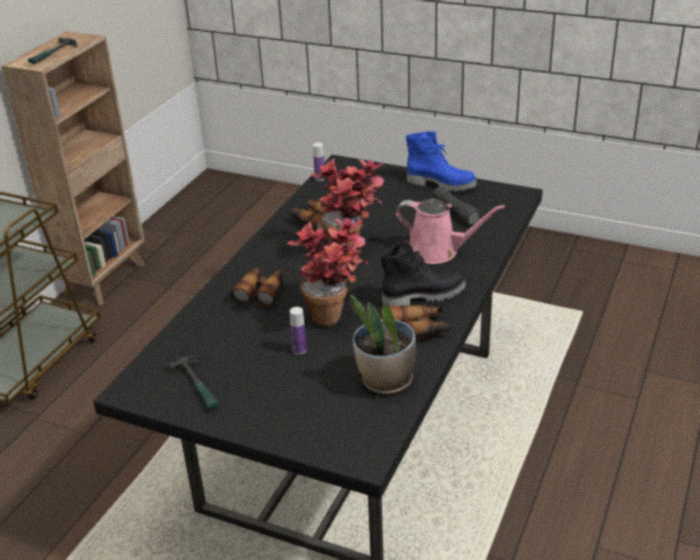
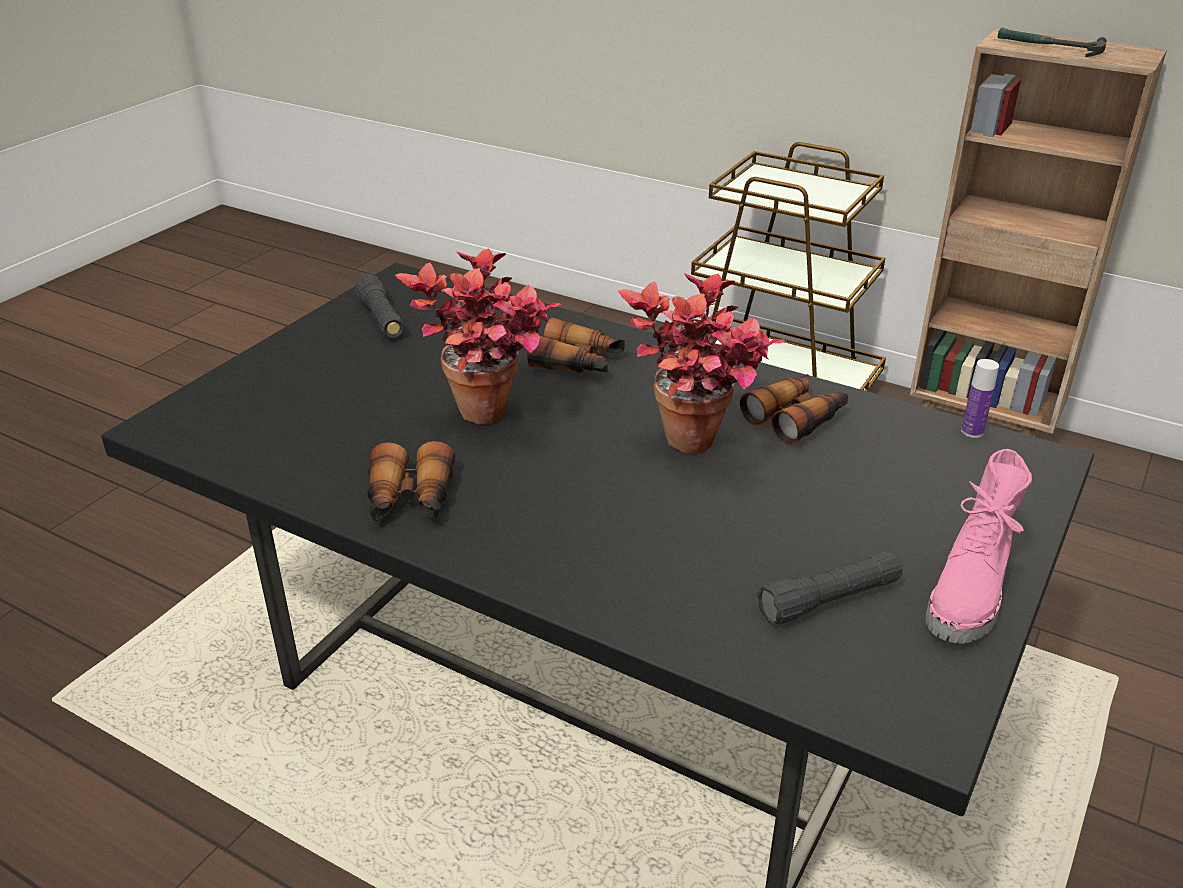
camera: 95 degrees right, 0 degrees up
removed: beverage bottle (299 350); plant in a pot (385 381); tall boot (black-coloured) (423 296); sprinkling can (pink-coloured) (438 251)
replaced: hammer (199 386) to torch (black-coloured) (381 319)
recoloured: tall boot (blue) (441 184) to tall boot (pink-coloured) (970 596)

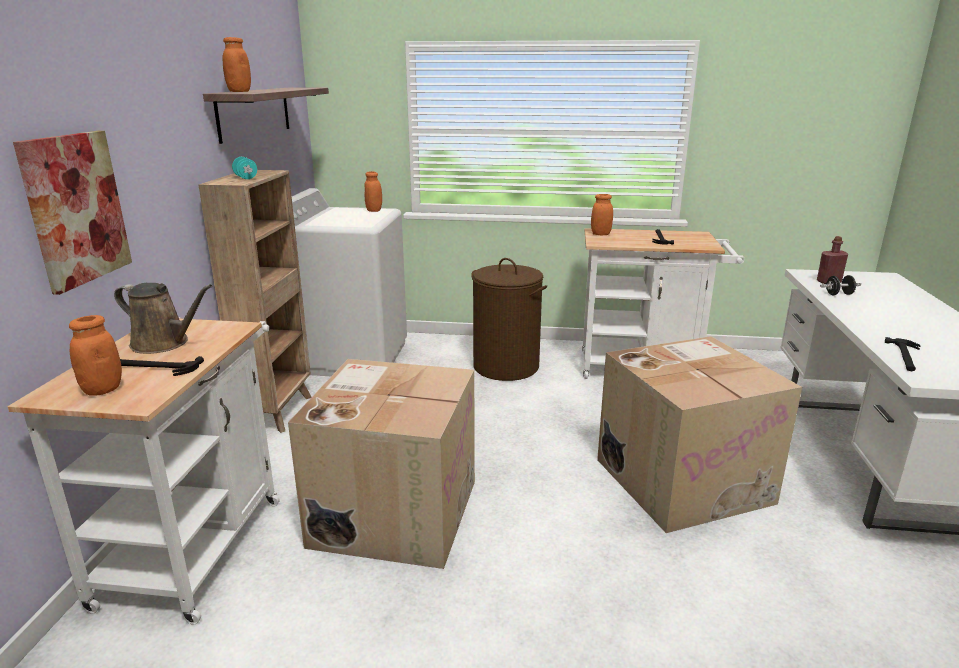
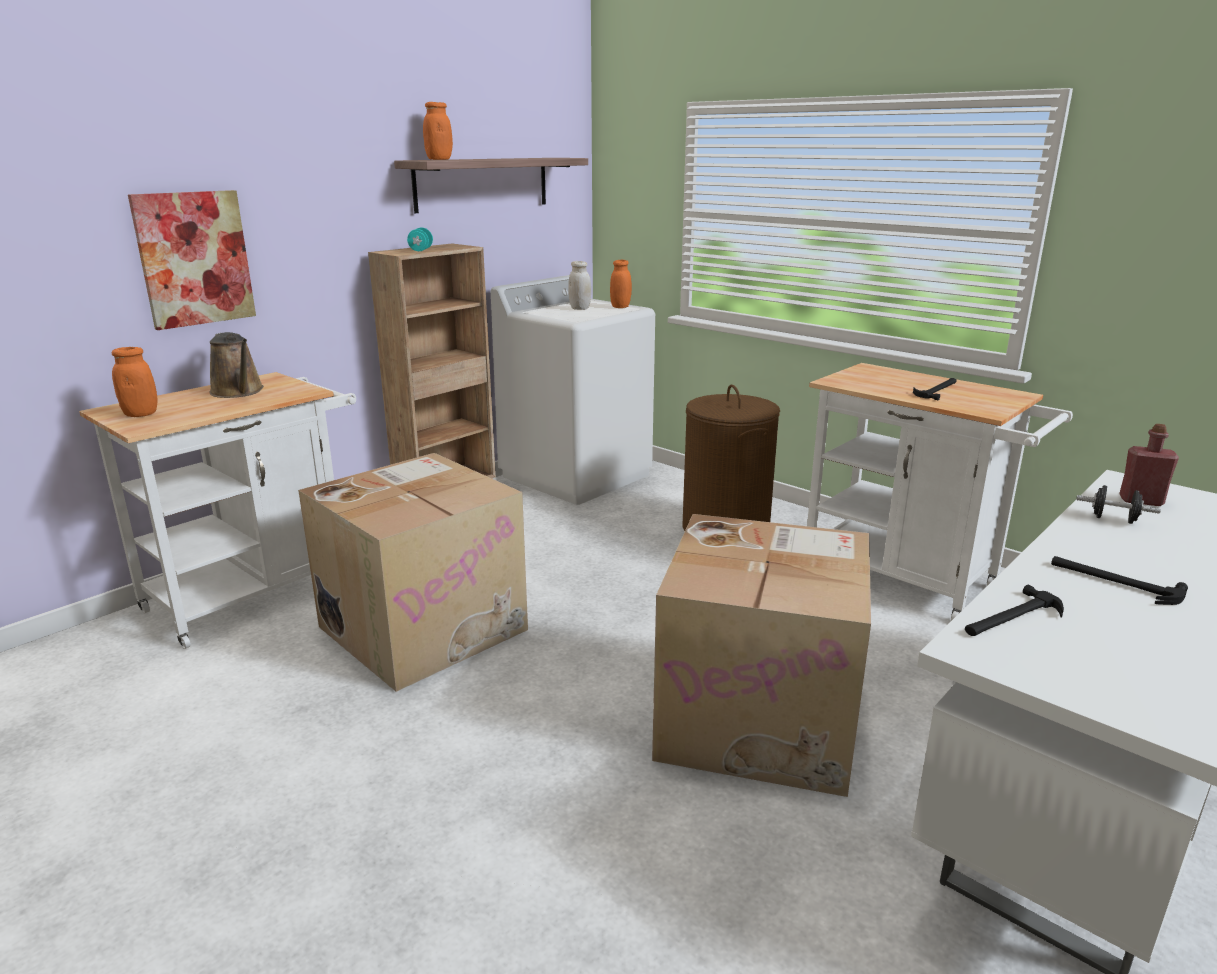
camera: 35 degrees right, 0 degrees up
removed: jar (orangey) (600 234)
added: jar (white-coloured) (580 308)
moved: hammer (155 367) to (1114 582)

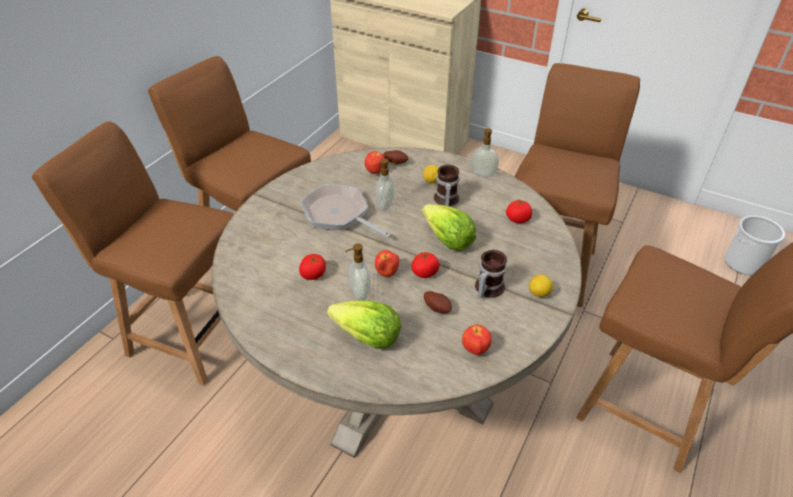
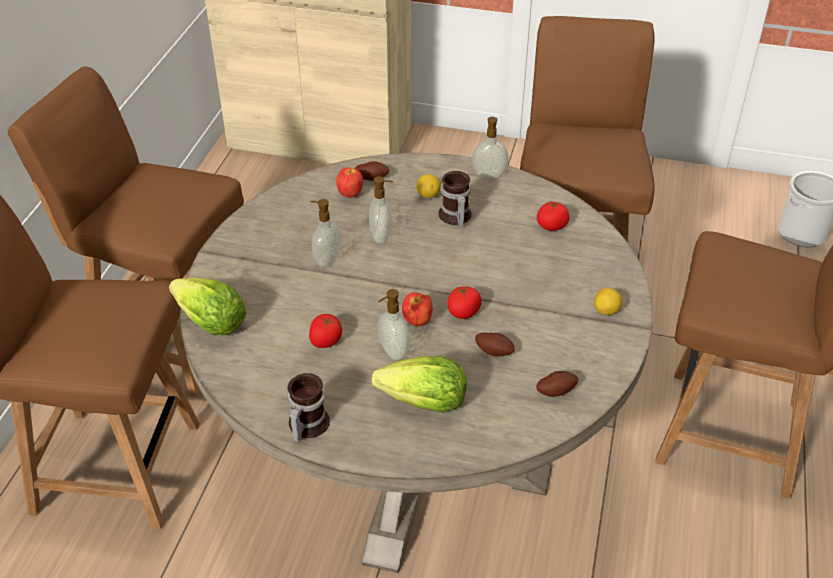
camera: 15 degrees left, 0 degrees up
moved: lettuce (448 240) to (211 323); tea mug (486 288) to (305 425)
replaced: skillet (339 215) to liquid soap bottle (326 259); whole apple (475 350) to spud (555 391)

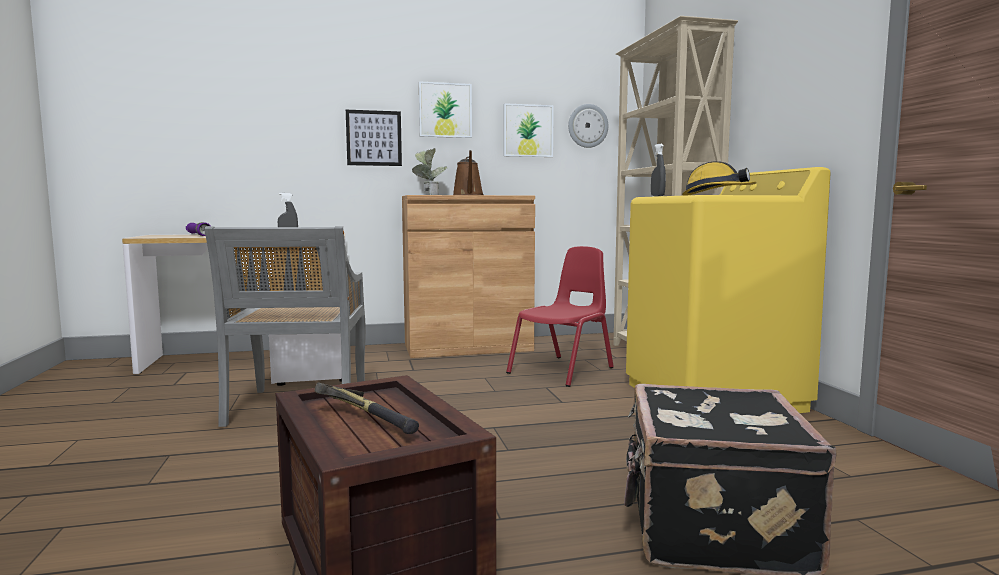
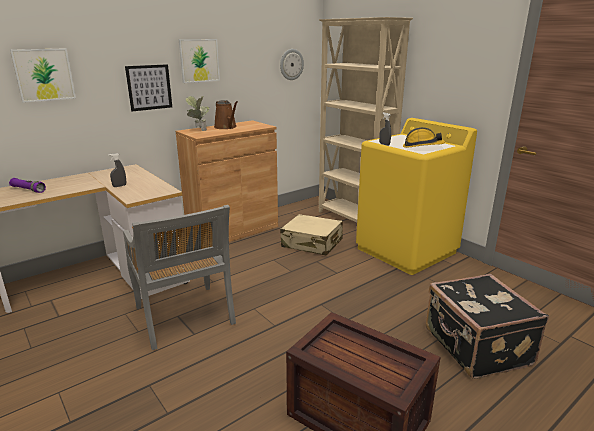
camera: 25 degrees left, 15 degrees up
removed: hammer (371 420)
moved: wall art (528 131) to (44 75)
replaced: chair (red) (562 370) to suitcase (sand-coloured) (312 243)

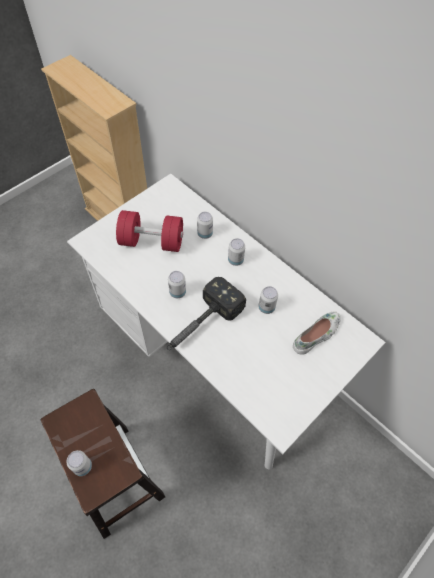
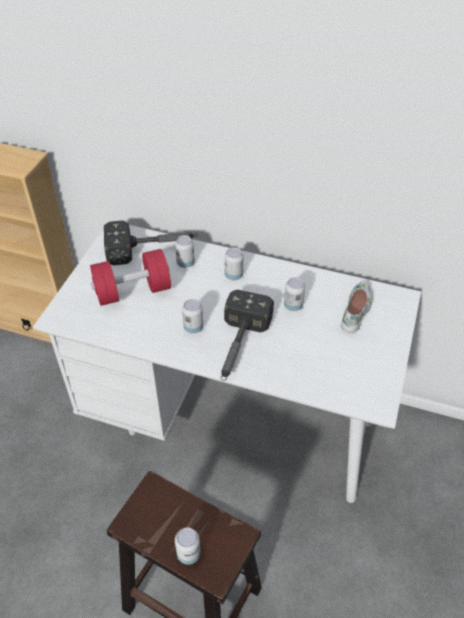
camera: 25 degrees left, 10 degrees down
added: hammer (153 248)

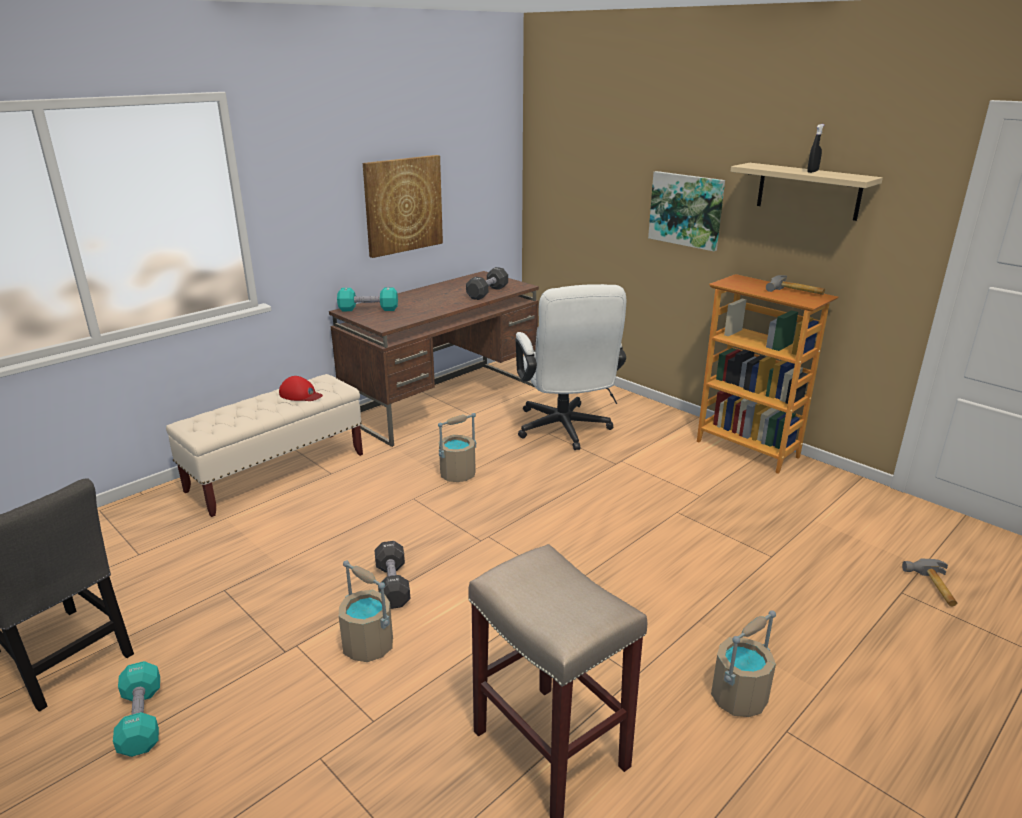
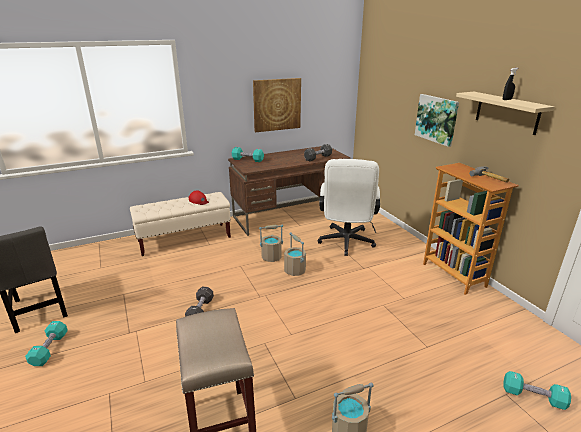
camera: 20 degrees right, 0 degrees up
moved: pail (sand-coloured) (369 645) to (295 270)
replaced: hammer (933 587) to dumbbell (turquoise-coloured) (533 397)

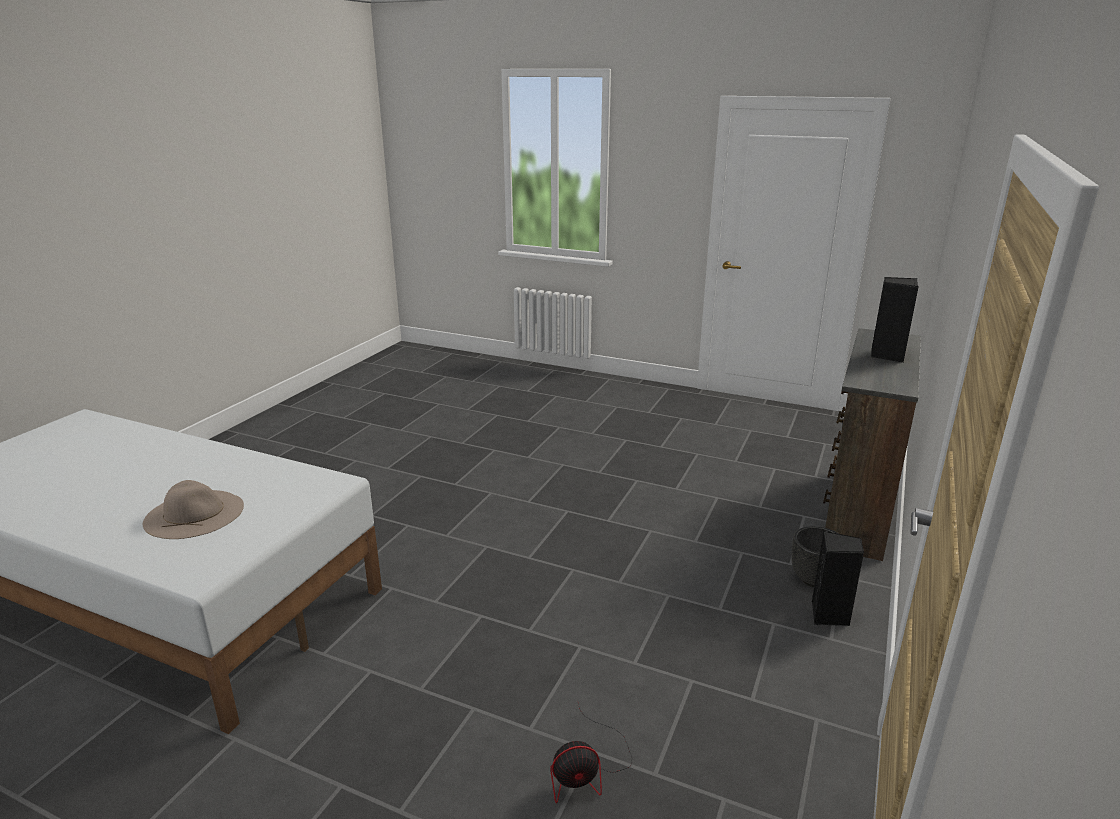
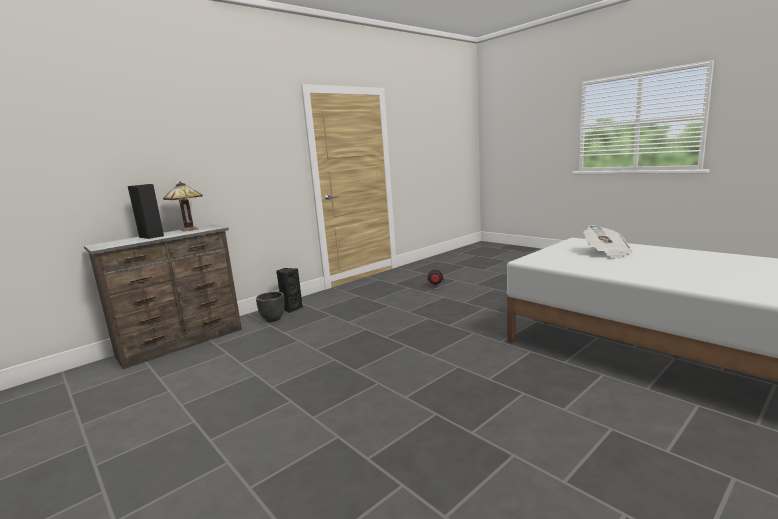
camera: 155 degrees left, 10 degrees down
added: table lamp (188 230)
replaced: hat (sand-coloured) (194 514) to printed paper (606 253)

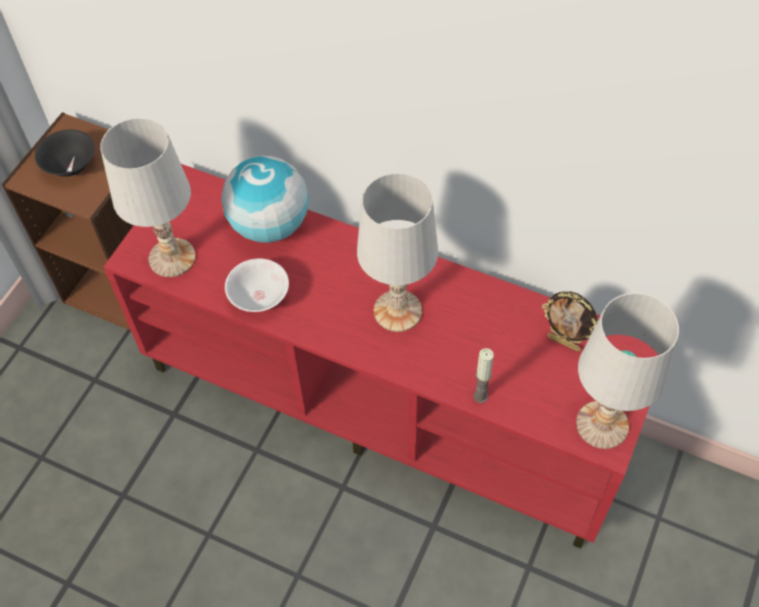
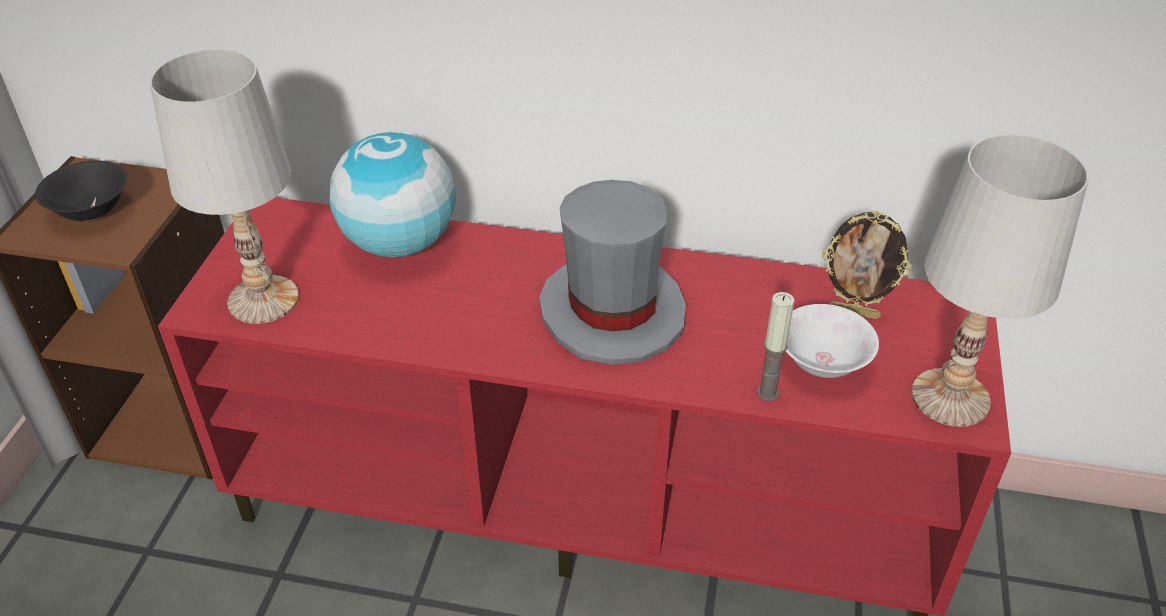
camera: 15 degrees left, 15 degrees down
moved: serving bowl (white-coloured) (259 297) to (823 363)
replaced: table lamp (white-coloured) (398 310) to hat (grey) (613 311)

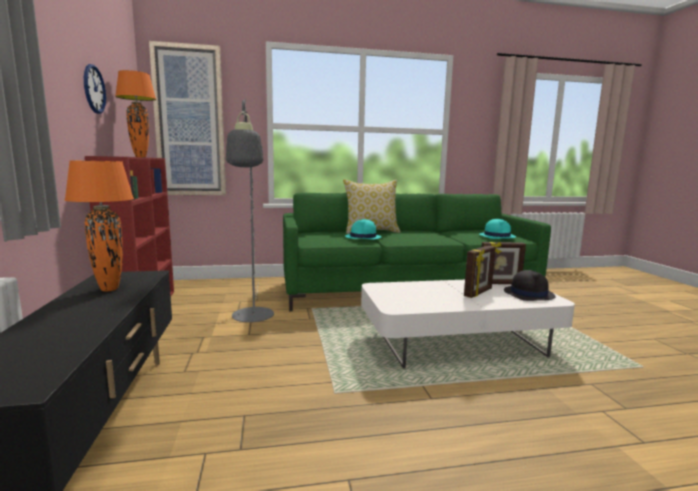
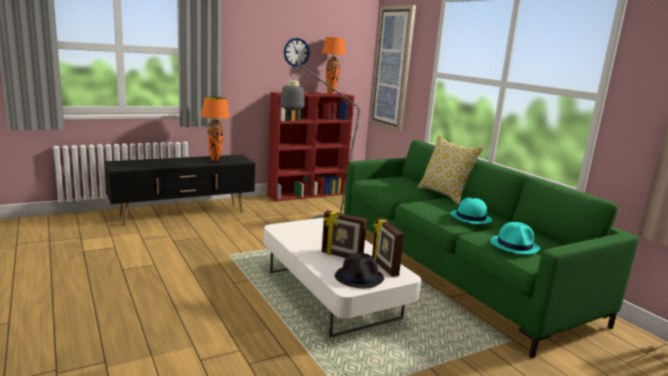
camera: 70 degrees right, 5 degrees up
moved: hat (turquoise-coloured) (363 237) to (470 217)

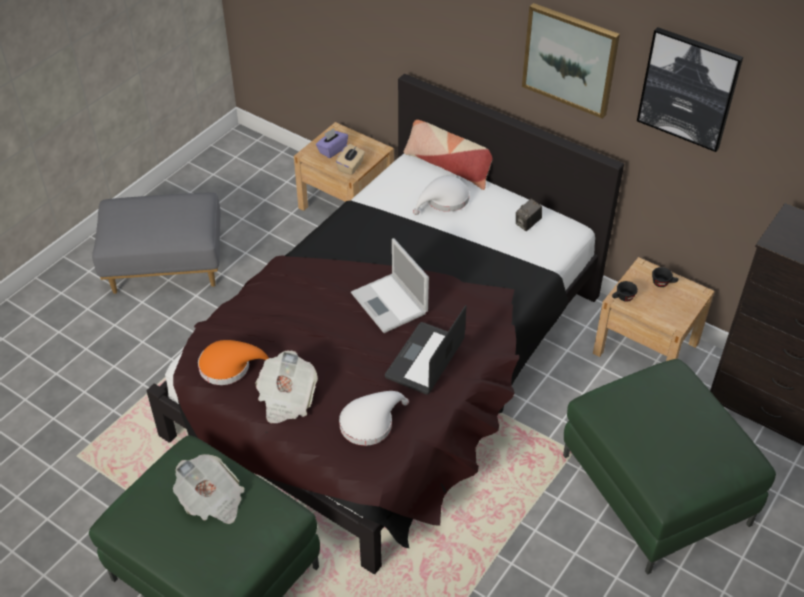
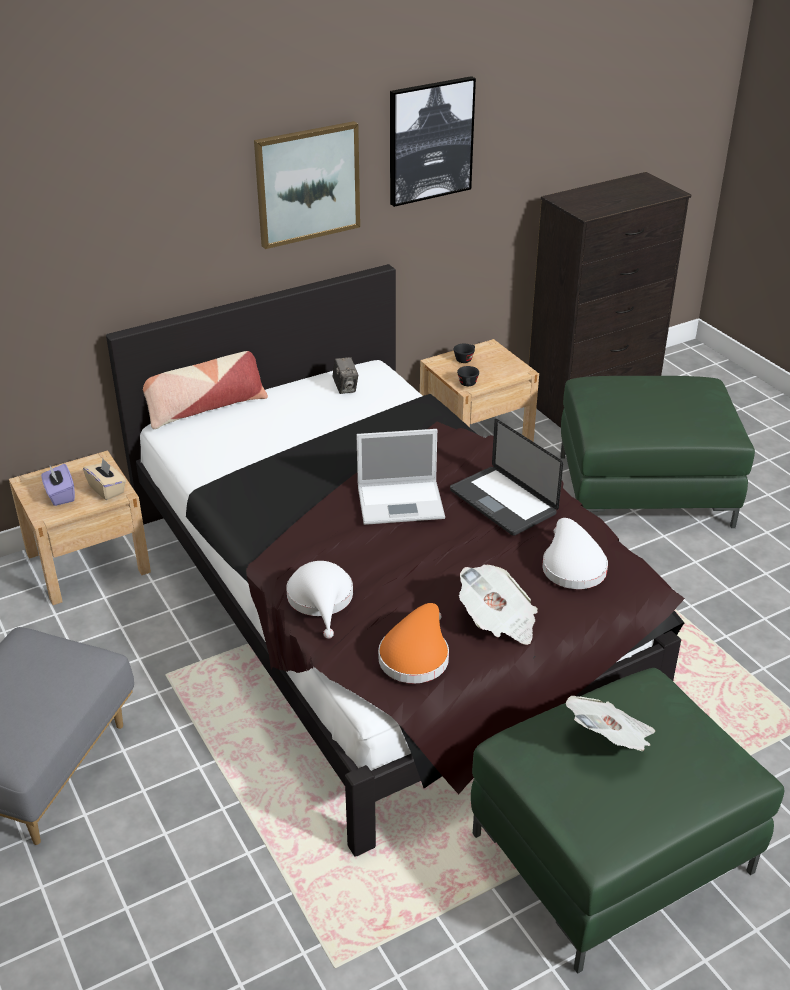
camera: 65 degrees left, 10 degrees down
moved: hat (white-coloured) (444 200) to (321 600)

